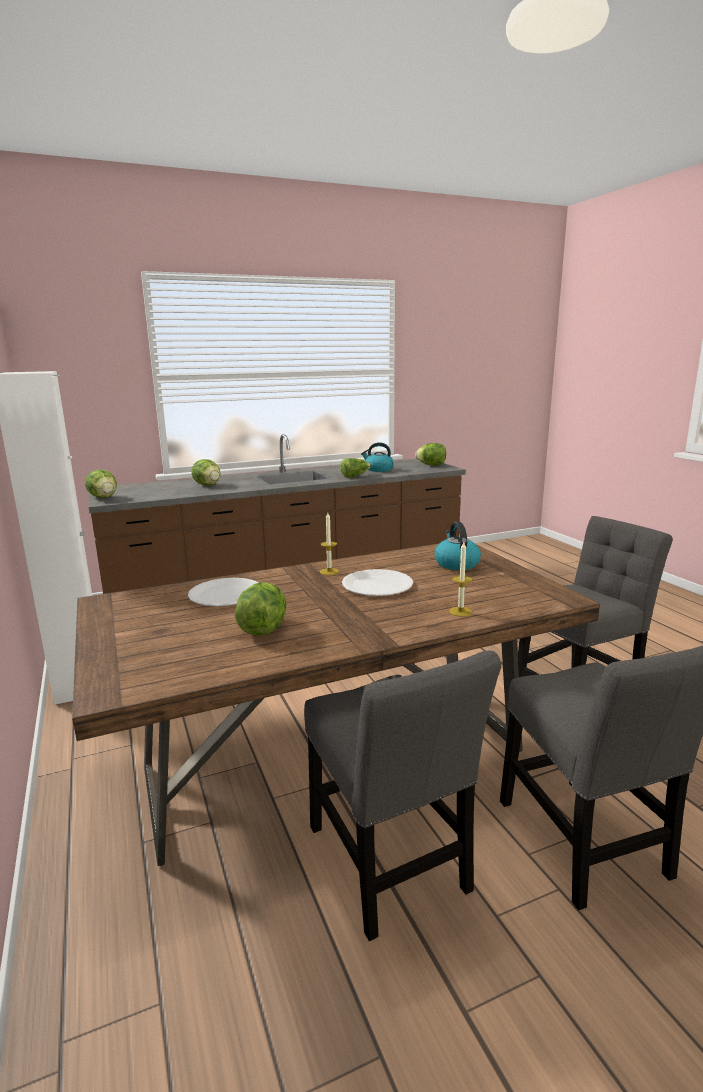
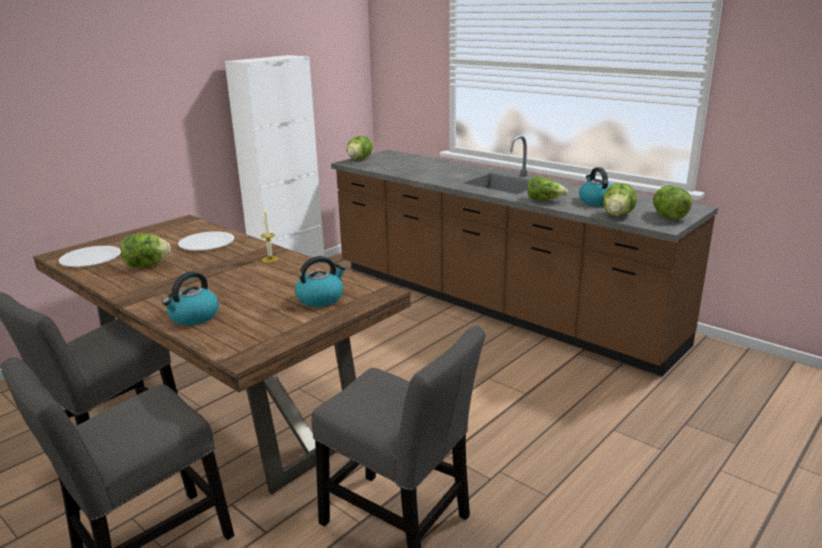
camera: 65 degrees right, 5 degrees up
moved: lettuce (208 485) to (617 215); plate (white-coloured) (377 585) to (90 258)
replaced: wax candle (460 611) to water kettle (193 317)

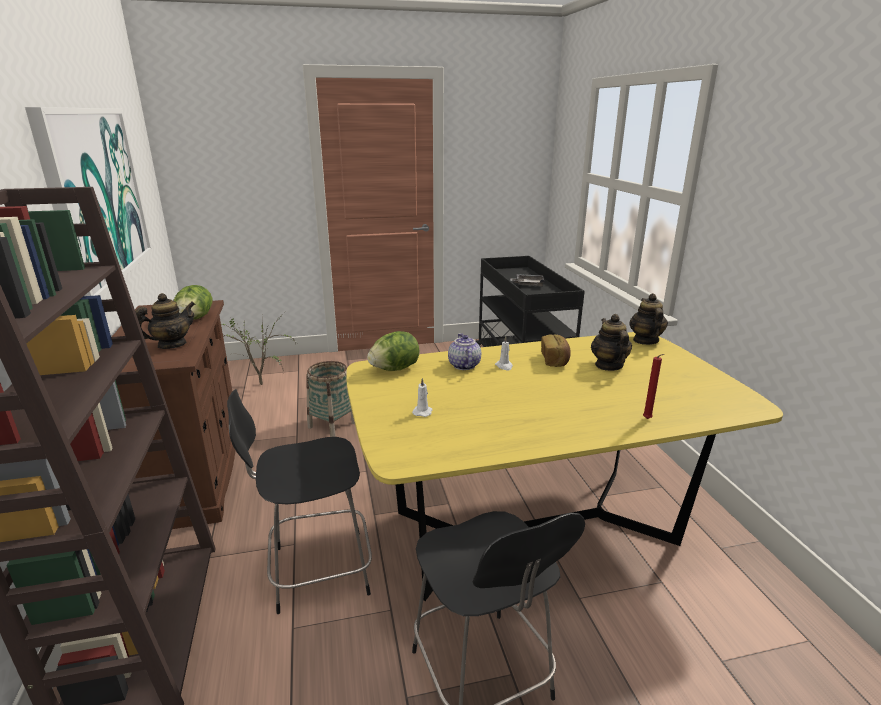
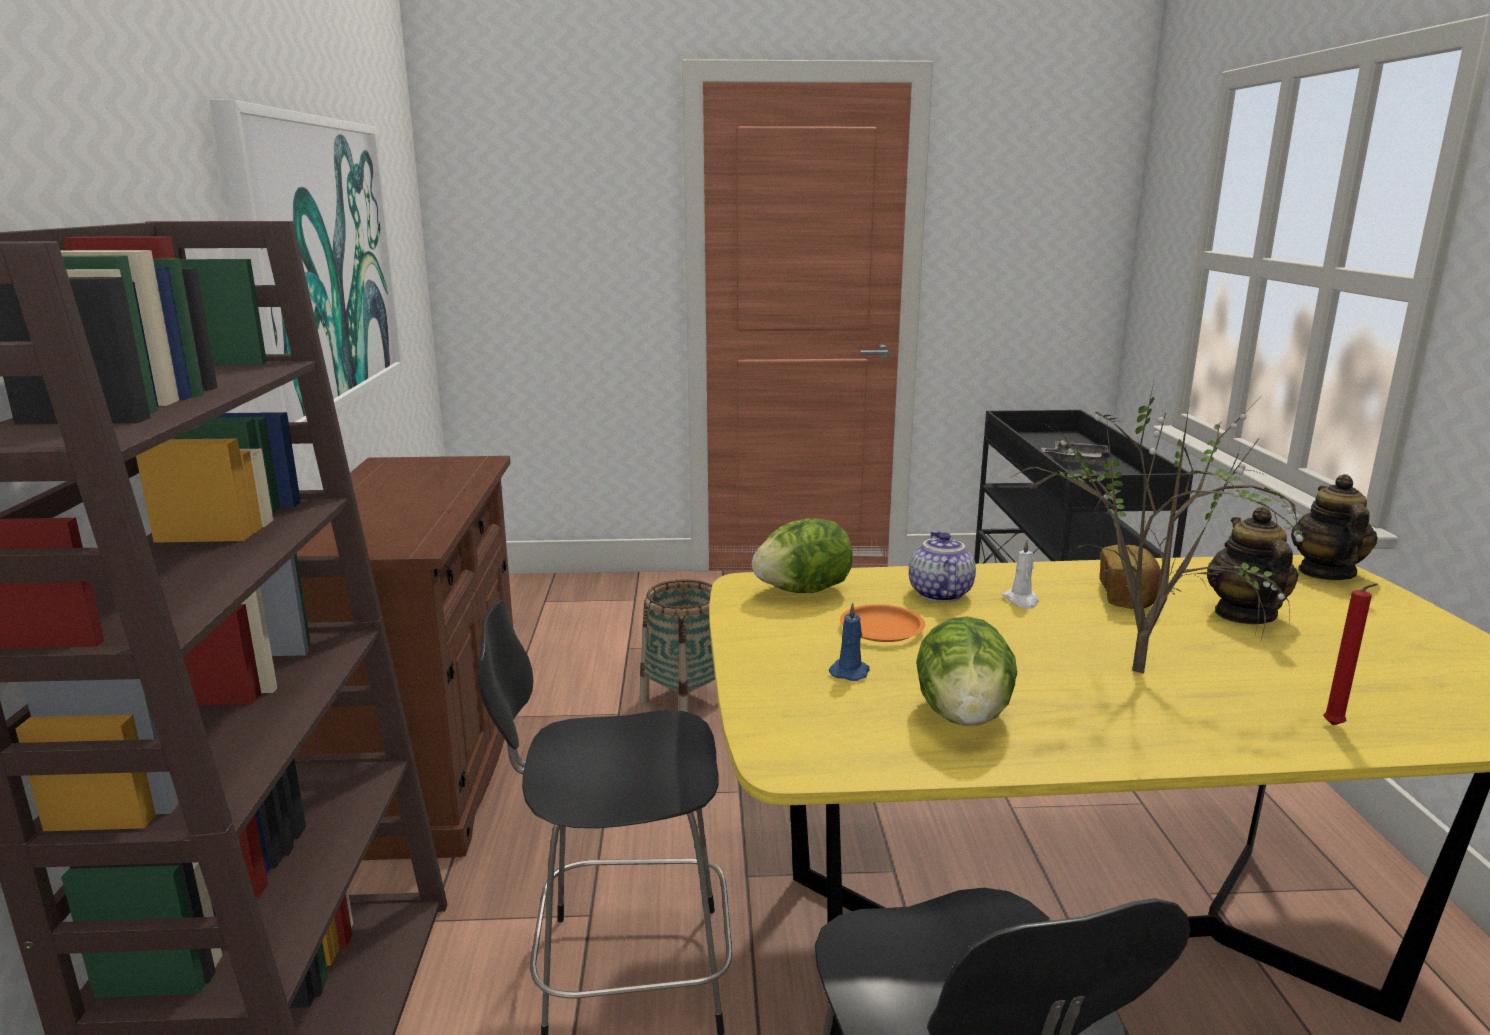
camera: 10 degrees right, 5 degrees down
removed: teapot (171 345)
added: plate (orangey) (881 628)
moved: lettuce (195 318) to (963 716); plant in a pot (260 385) to (1141 676)
recoloured: wax candle (white-coloured) (422 412) to wax candle (blue) (850 671)

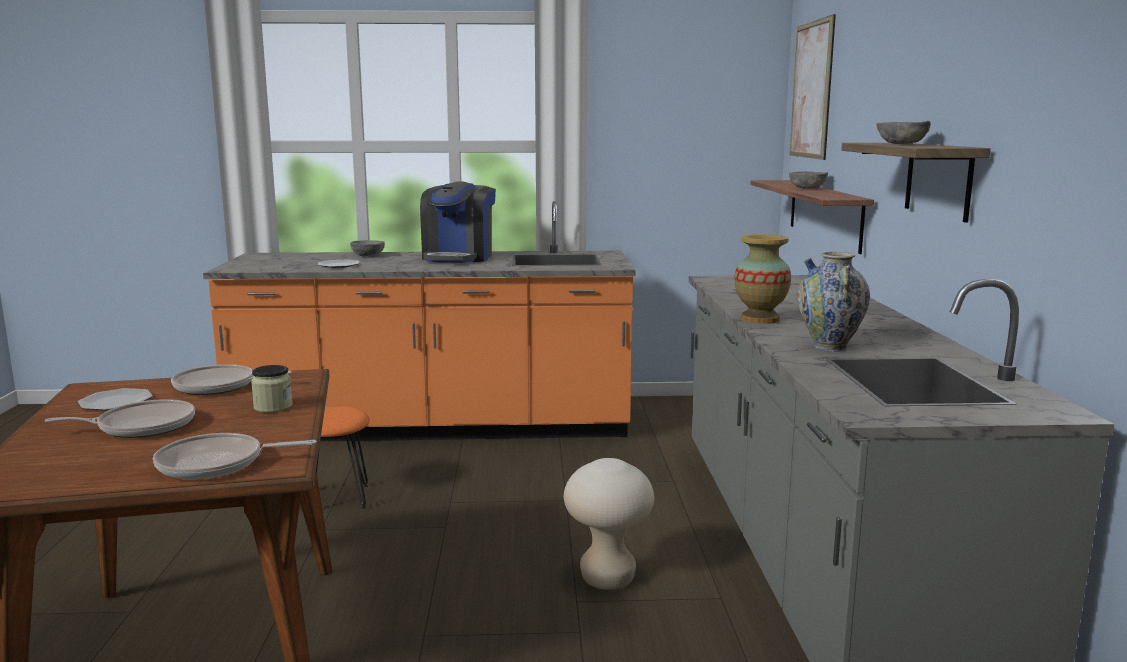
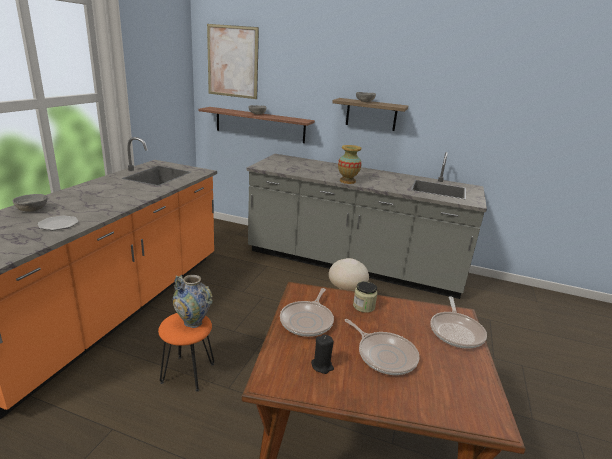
camera: 70 degrees left, 10 degrees up
removed: coffee brewer (458 257)
moved: flower vase (829 347) to (193 322)
replaced: plate (116 402) to wax candle (black-coloured) (322 366)
turned: skillet (141 426) = (384 355) 135 degrees clockwise

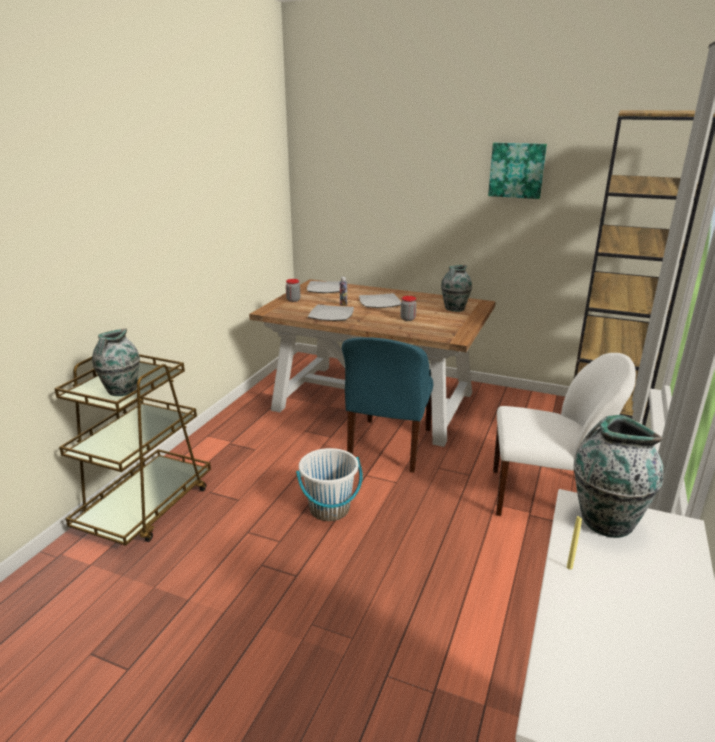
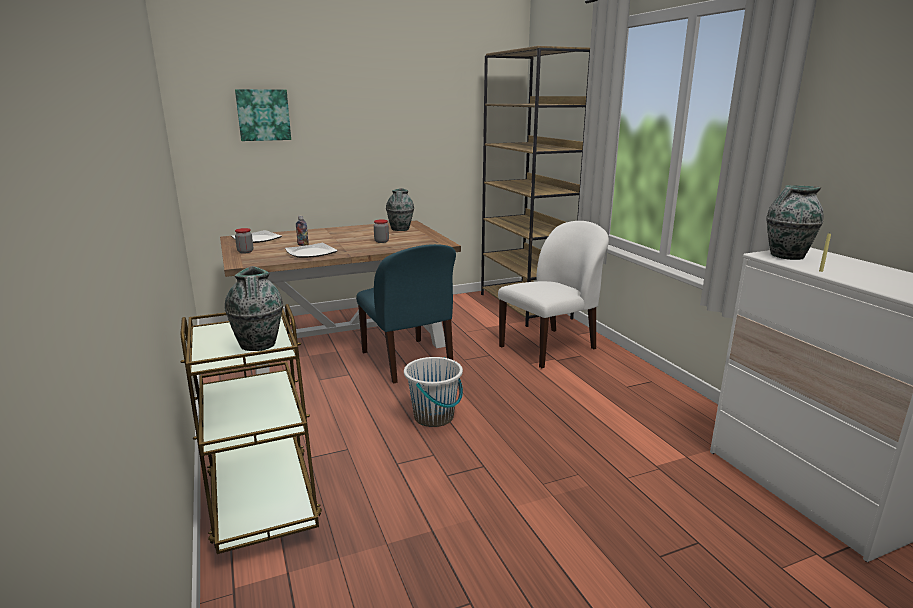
camera: 45 degrees left, 5 degrees down
removed: plate (380 302)
moved: wall art (517 170) to (263 115)

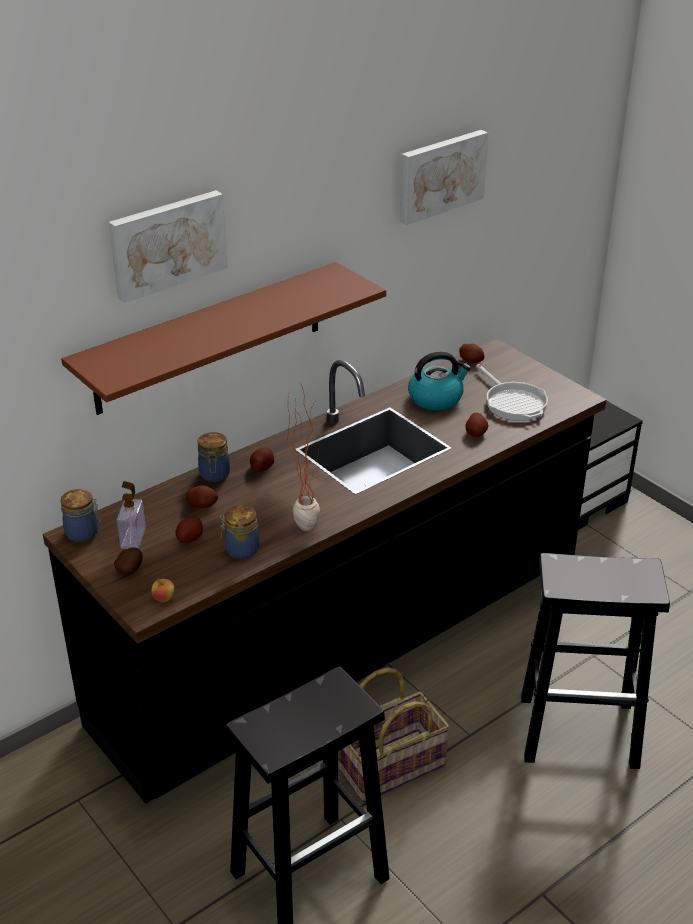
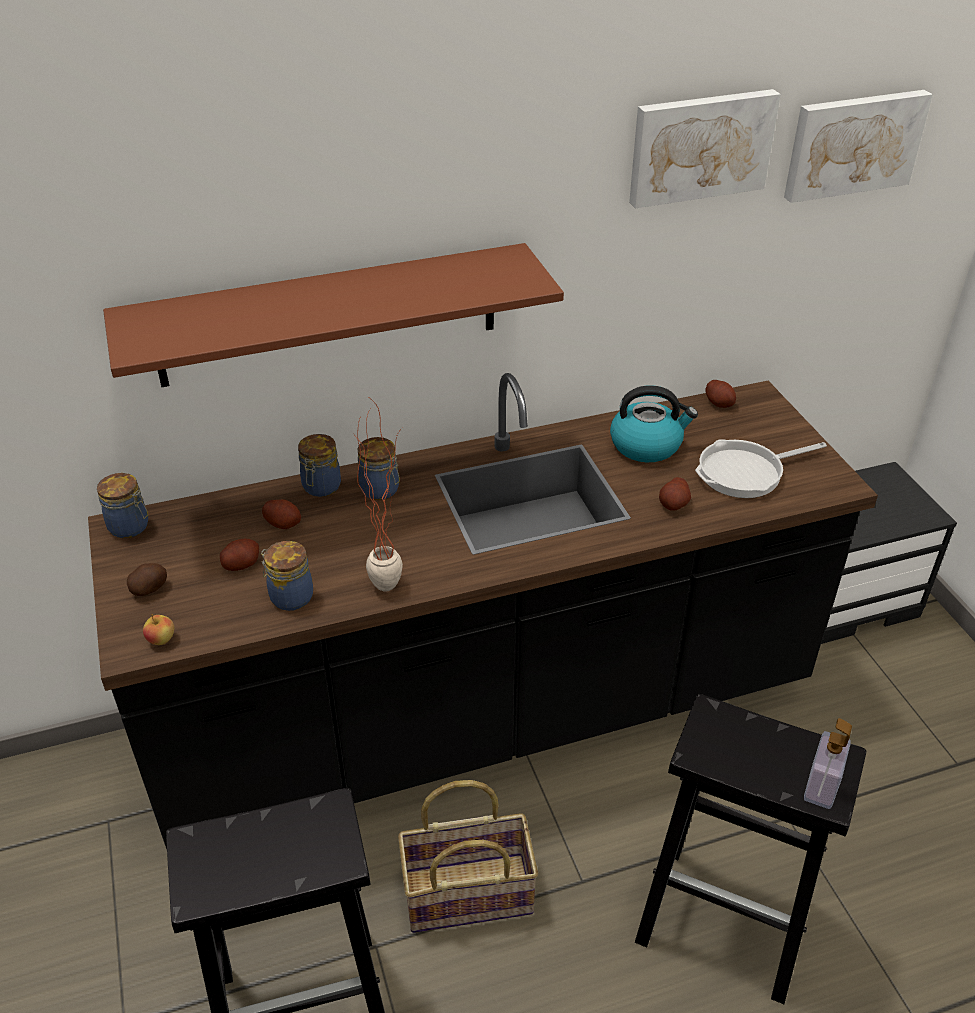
camera: 20 degrees right, 5 degrees up
moved: wall art (167 244) to (853 144); liquid soap bottle (133 538) to (821 786)
replaced: spud (262 467) to jar (381 490)
turned: skillet (513 402) = (745 472) 75 degrees clockwise

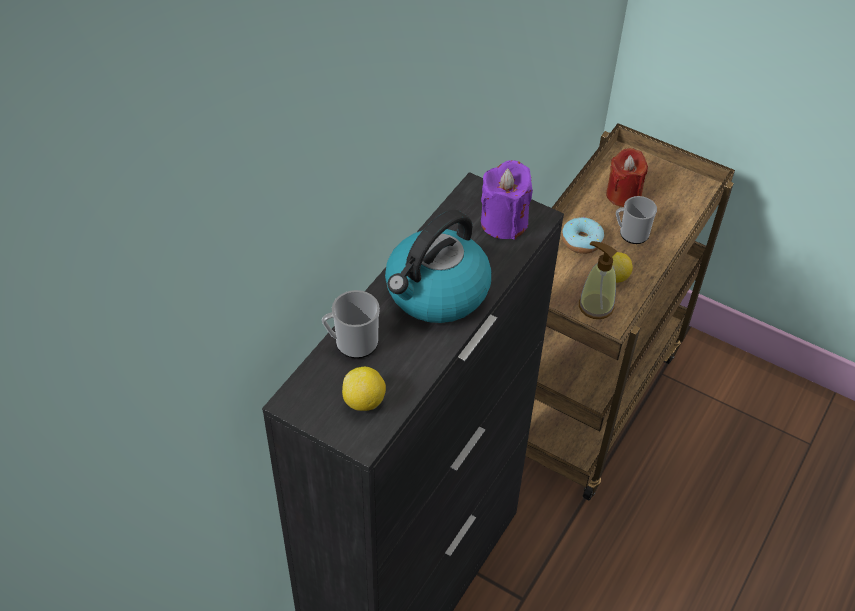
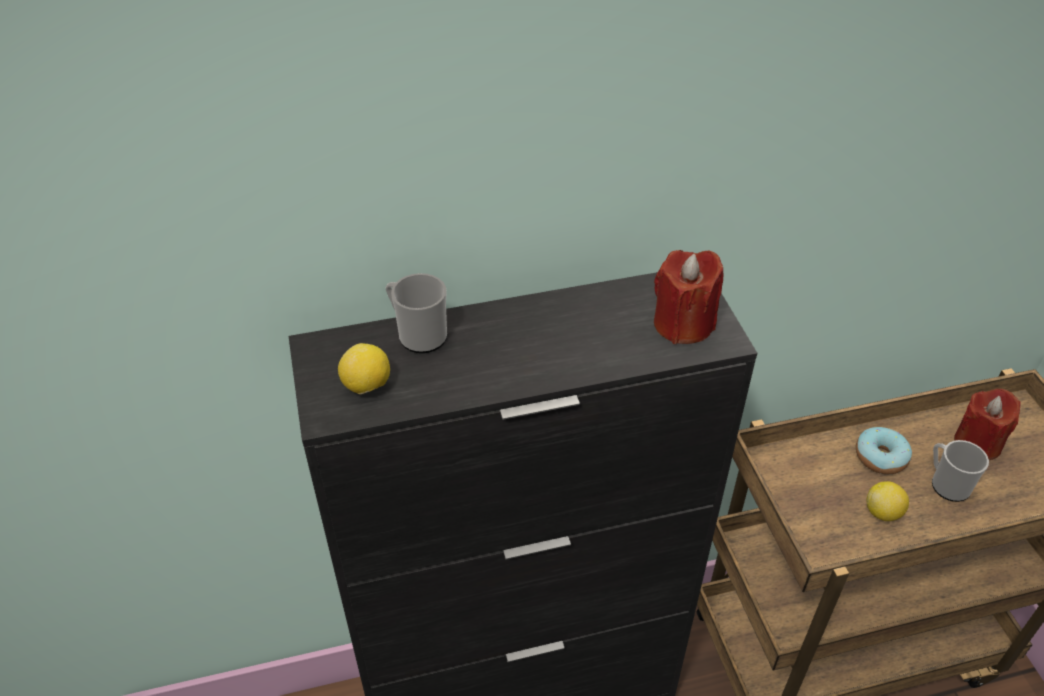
camera: 45 degrees right, 5 degrees down
removed: water kettle (436 293); liquid soap bottle (595 306)
recoloured: wax candle (purple) (504 222) to wax candle (red) (683 324)

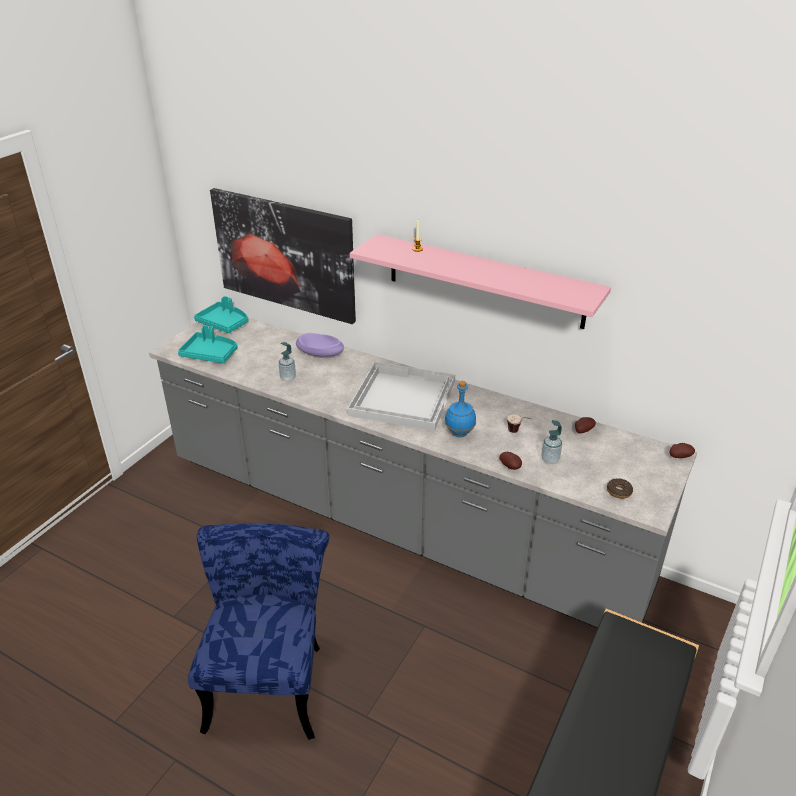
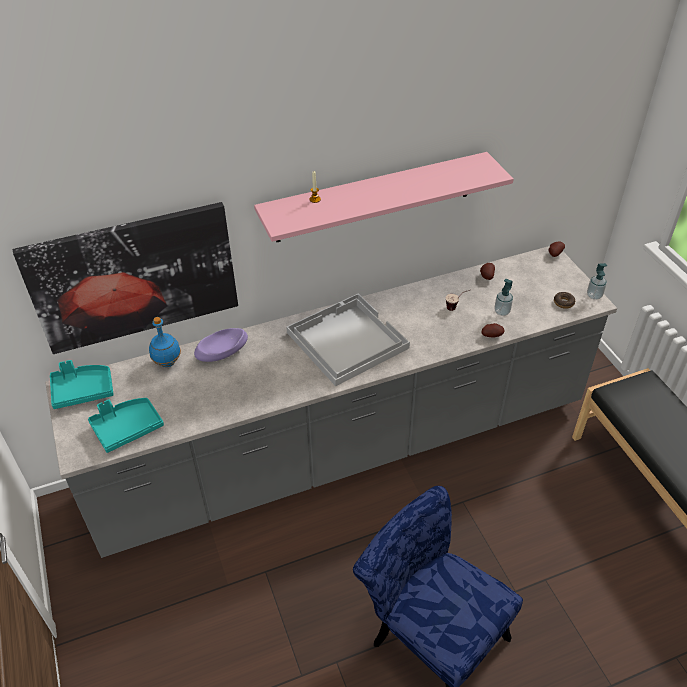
camera: 50 degrees left, 10 degrees up
moved: liquid soap bottle (288 378) to (594 295); beverage bottle (blue) (459 433) to (167 362)

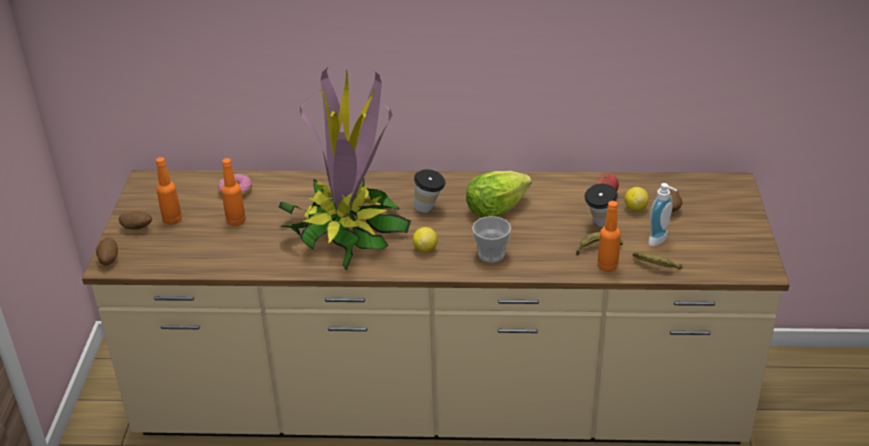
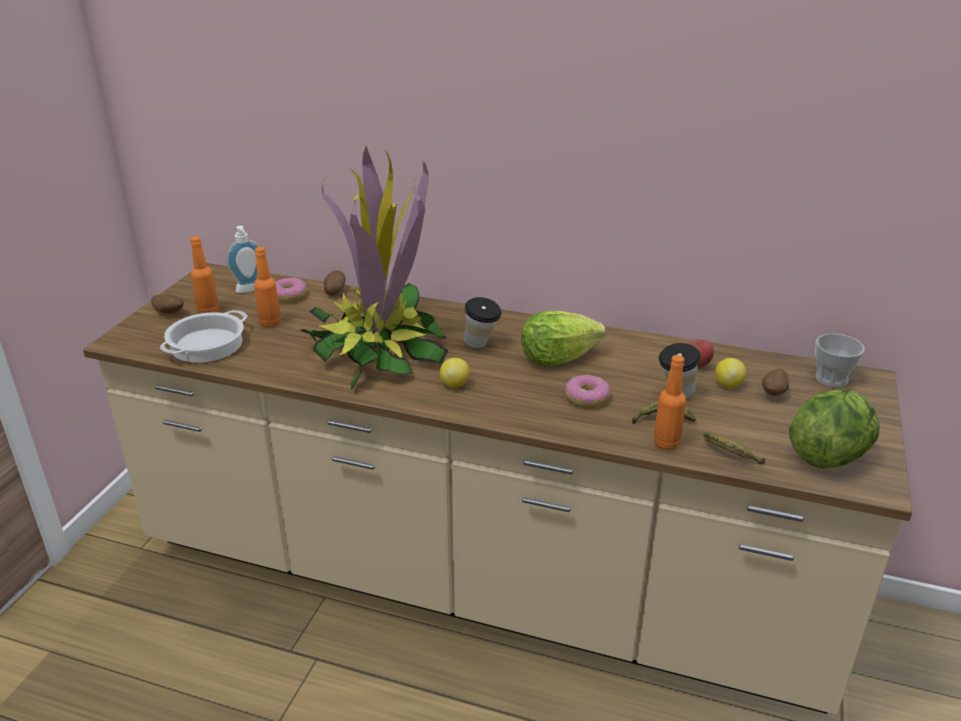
camera: 15 degrees right, 5 degrees down
added: cooking pot (207 345); doughnut (586 398); lettuce (829 455)
moved: spud (108 260) to (334 292); small cup (491 254) to (831 379); liquid soap bottle (660 241) to (250 290)

